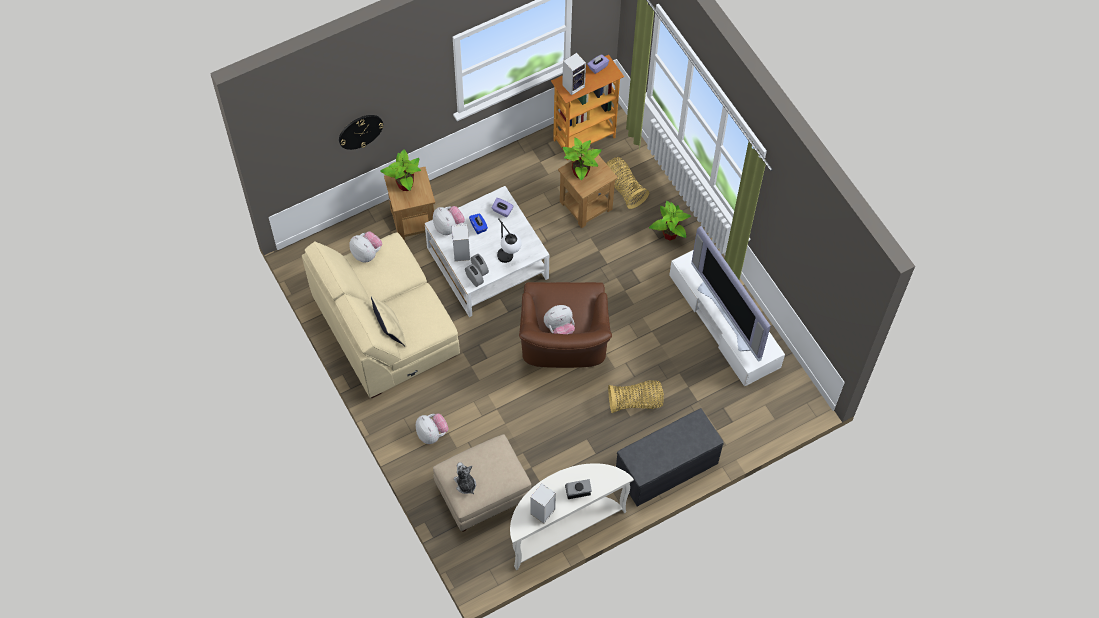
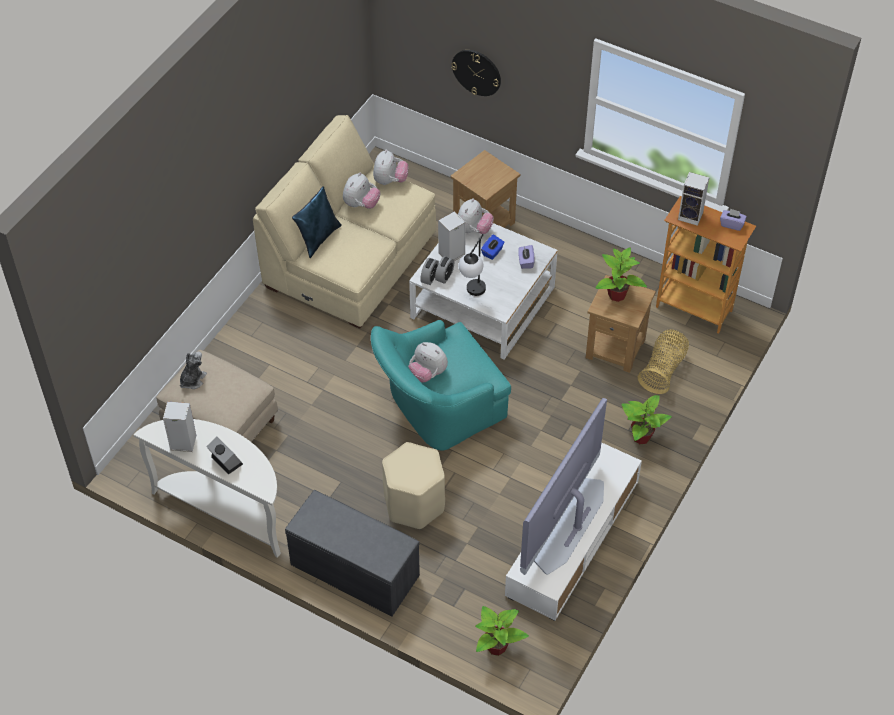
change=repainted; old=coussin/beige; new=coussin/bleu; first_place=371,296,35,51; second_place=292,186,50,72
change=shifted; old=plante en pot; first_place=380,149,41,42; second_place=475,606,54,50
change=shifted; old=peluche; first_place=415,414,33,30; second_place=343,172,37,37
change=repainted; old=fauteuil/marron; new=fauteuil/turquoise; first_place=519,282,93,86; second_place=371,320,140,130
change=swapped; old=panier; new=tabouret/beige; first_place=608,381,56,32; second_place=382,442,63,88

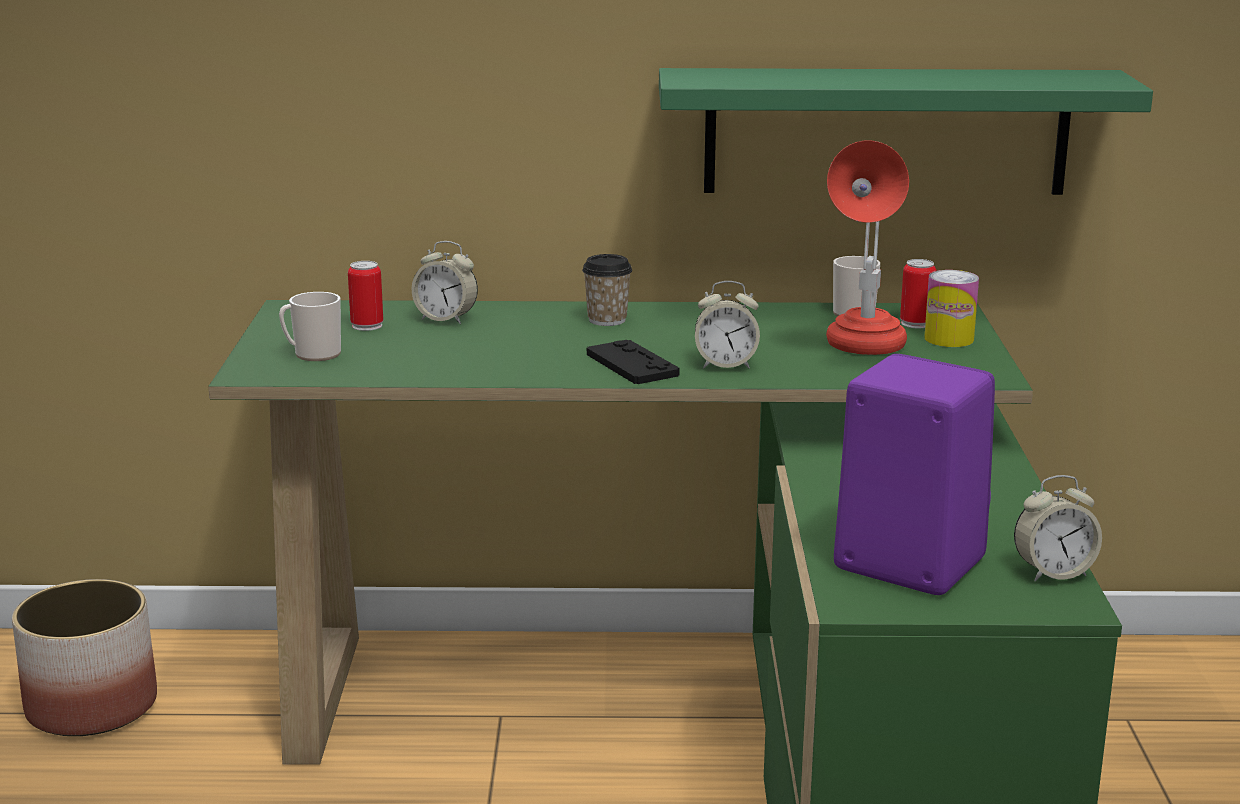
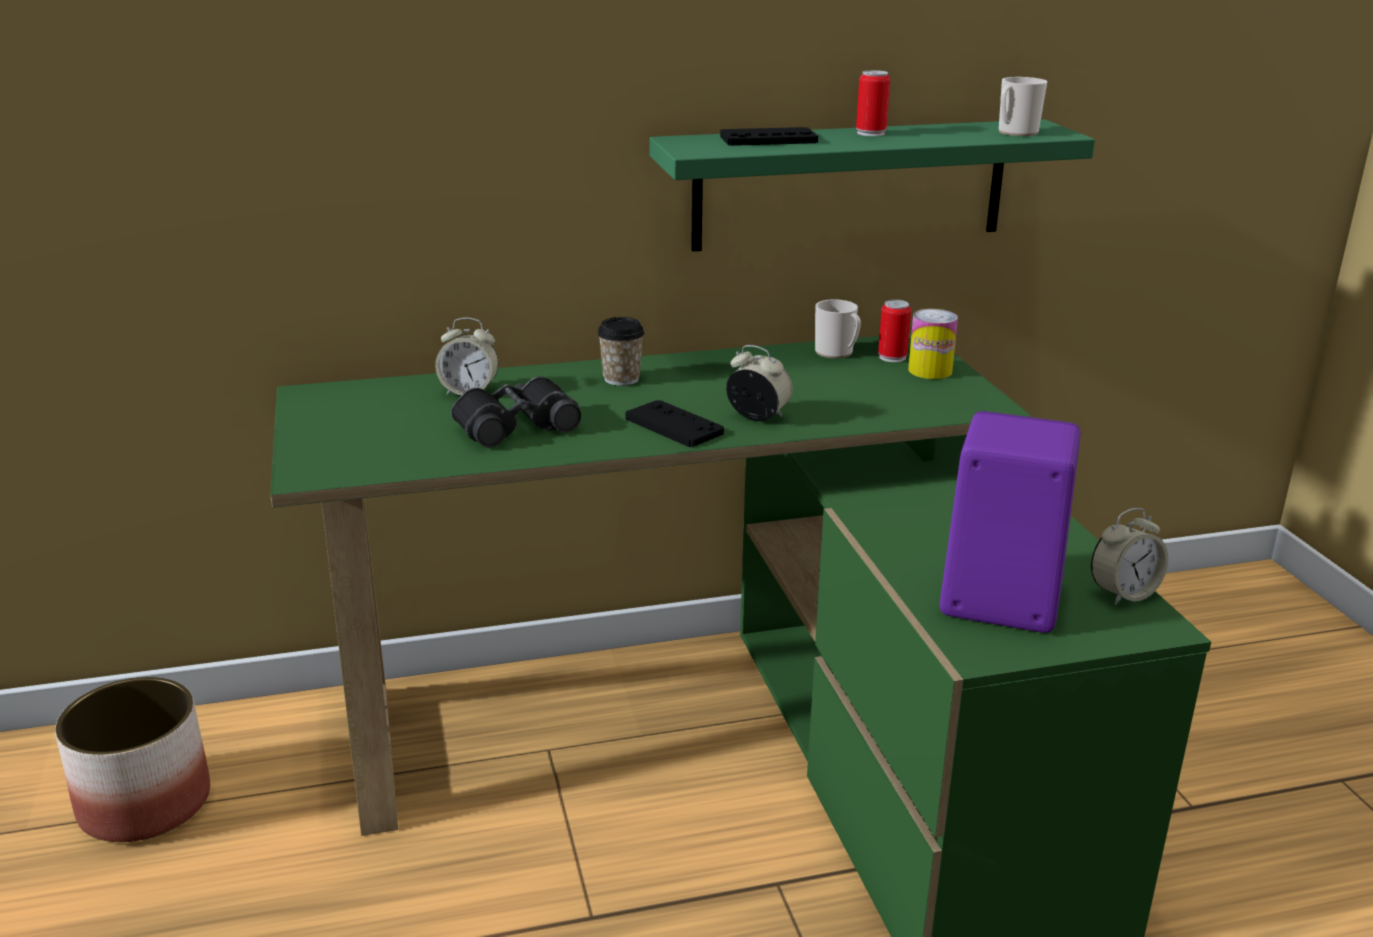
change=shifted; old=mug; first_place=279,292,62,69; second_place=999,77,48,59
change=shifted; old=boîte métallique; first_place=348,261,35,70; second_place=856,70,34,66
change=rotated; old=réveil; first_place=695,281,65,87; second_place=726,345,67,77; degrees=-135
change=gone; old=lampe de table/rouge; first_place=826,140,83,215
change=new; new=jumelles/noir; second_place=451,376,130,72
change=new; new=manette/noir; second_place=720,127,98,19

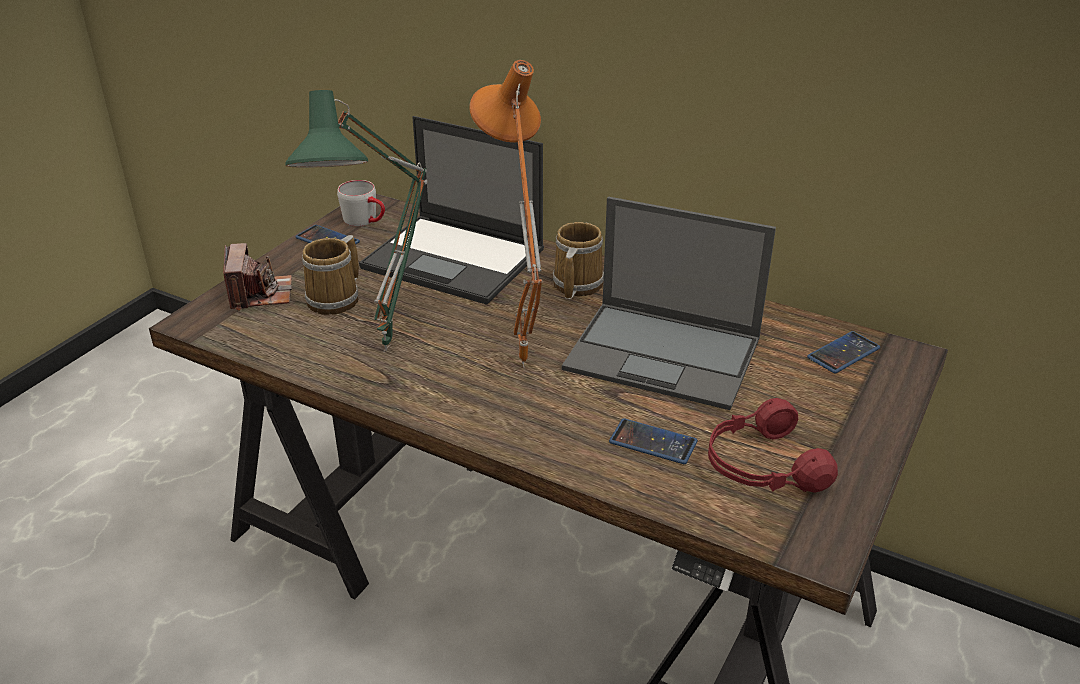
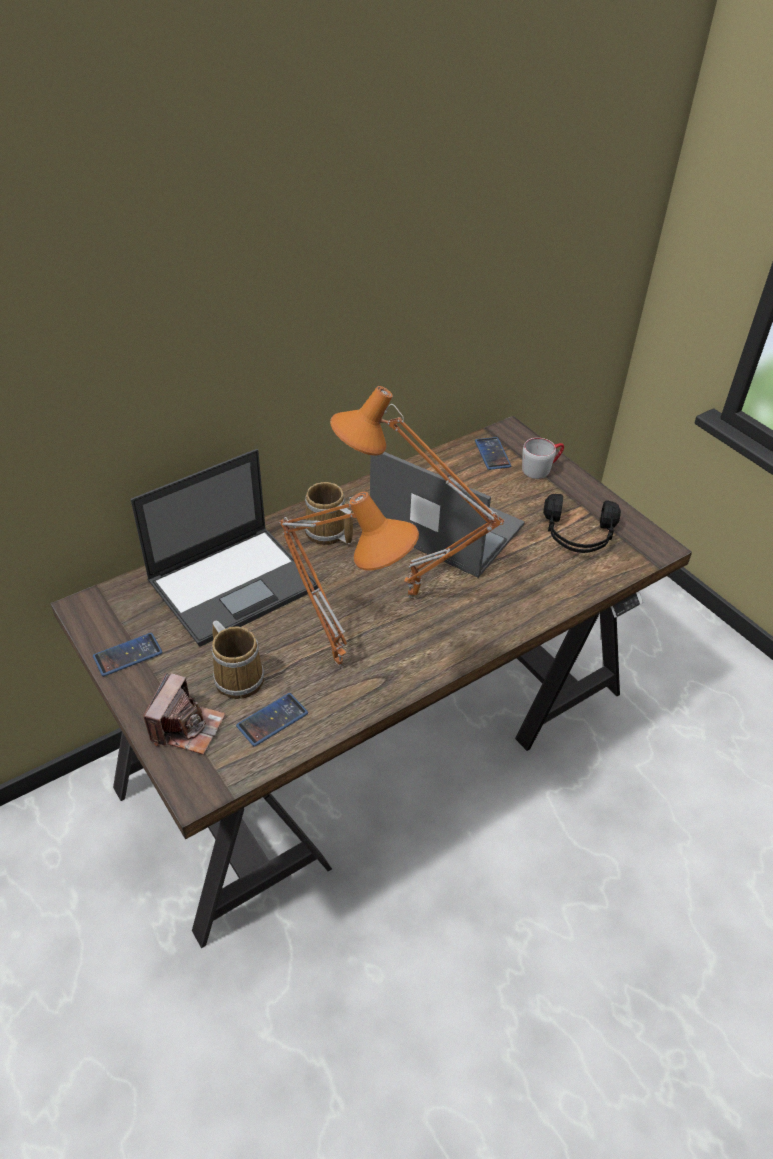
change=rotated; old=appareil photo; first_place=223,243,69,68; second_place=143,673,83,82; degrees=90
change=repainted; old=lampe de table/vert; new=lampe de table/orange; first_place=285,90,143,262; second_place=279,492,140,177
change=shifted; old=mug/gris; first_place=337,180,48,46; second_place=522,438,42,41
change=rotated; old=ordinateur portable; first_place=562,197,214,213; second_place=370,452,155,126; degrees=-105
change=shifted; old=téléphone; first_place=609,418,89,46; second_place=236,693,72,54
change=repainted; old=casque audio/rouge; new=casque audio/noir; first_place=708,398,130,95; second_place=543,494,78,59

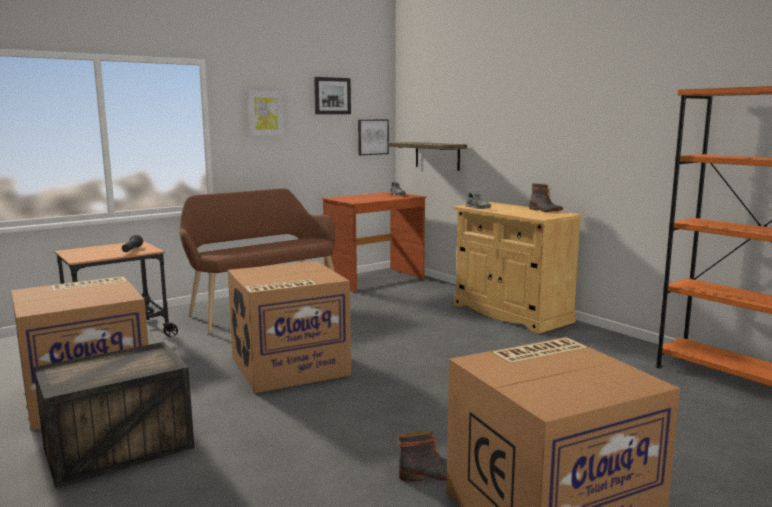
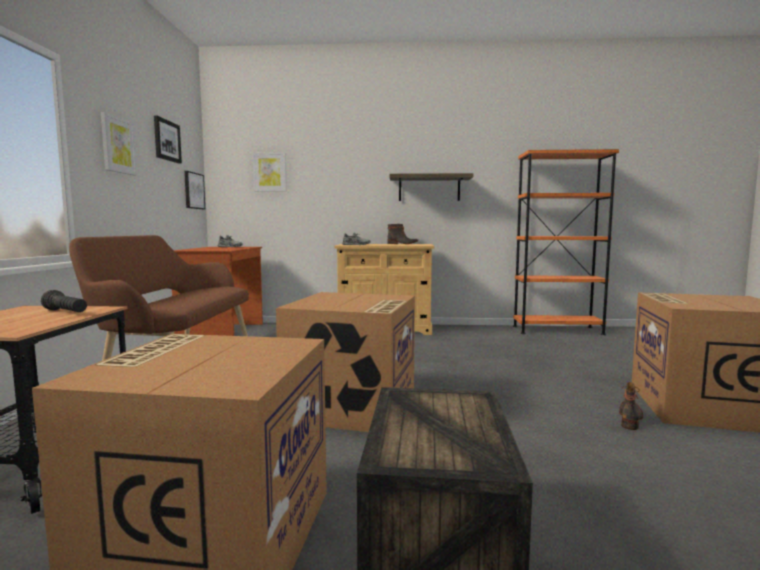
change=shifted; old=étagère; first_place=388,142,79,29; second_place=389,173,84,28
change=new; new=tableau; second_place=253,153,34,38

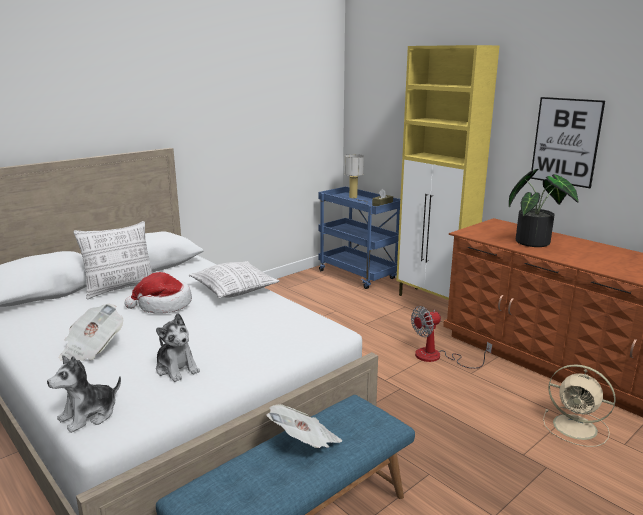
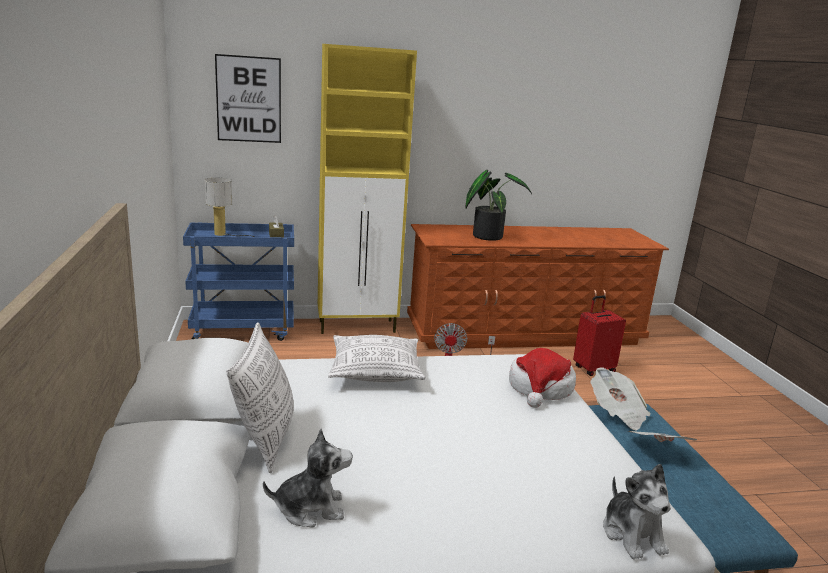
change=shifted; old=journal; first_place=59,304,64,57; second_place=591,367,59,64
change=shifted; old=chapeau; first_place=125,272,67,42; second_place=509,348,67,60
change=shifted; old=peluche; first_place=156,313,44,69; second_place=263,429,90,99
change=shifted; old=tableau; first_place=531,97,74,91; second_place=215,54,66,89
change=swapped; old=ventilateur/beige; new=valise/rouge; first_place=543,364,73,83; second_place=573,295,53,81

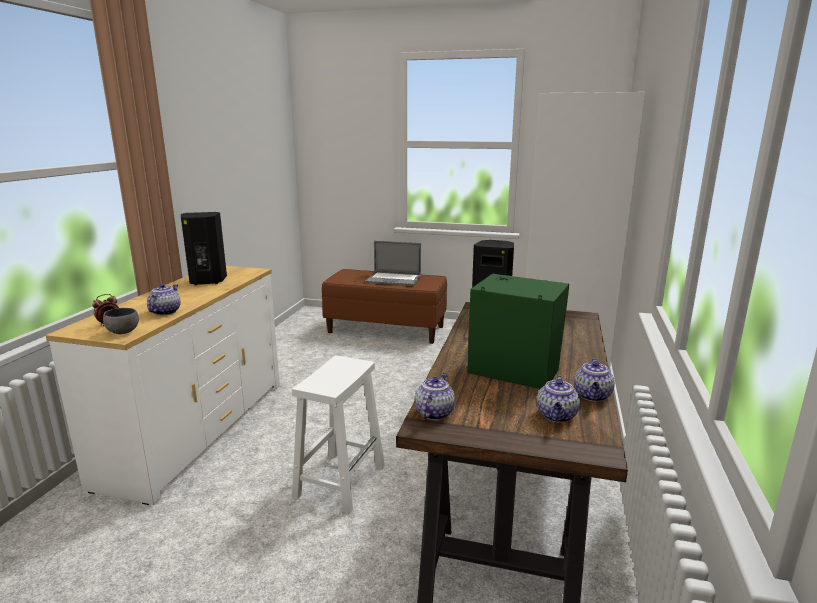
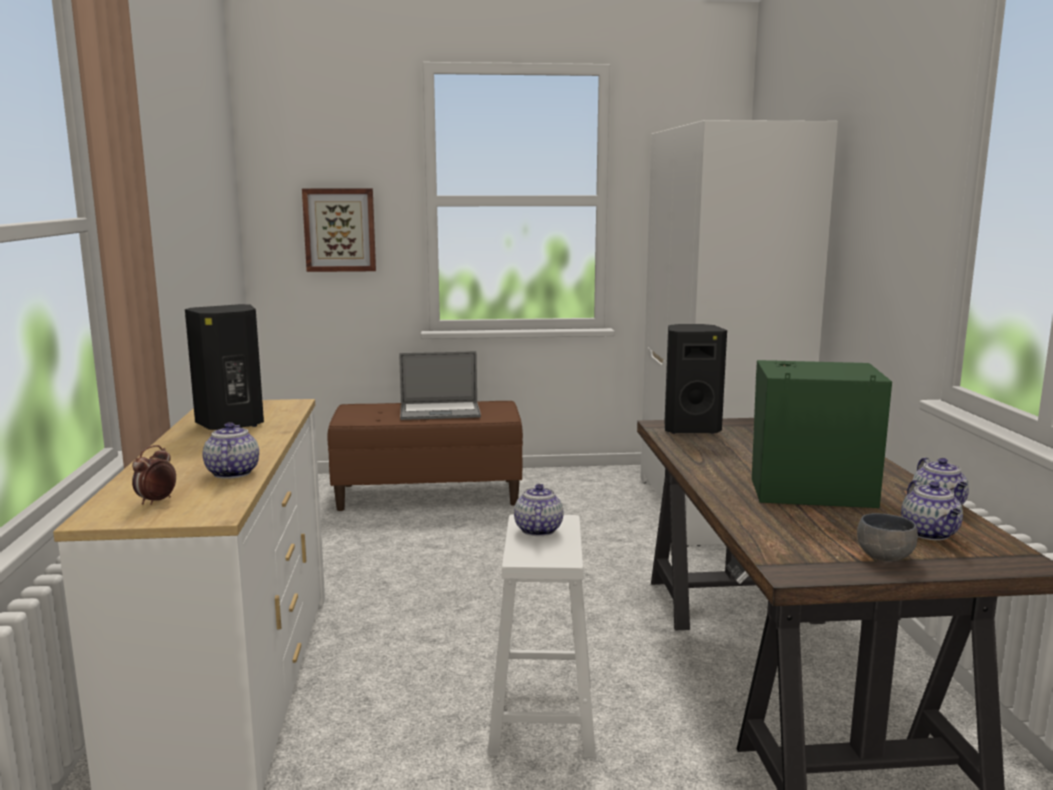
change=shifted; old=bol/gris; first_place=103,308,36,26; second_place=857,513,61,48
change=shifted; old=théière; first_place=414,373,41,47; second_place=514,484,49,52
change=new; new=tableau; second_place=302,188,74,84

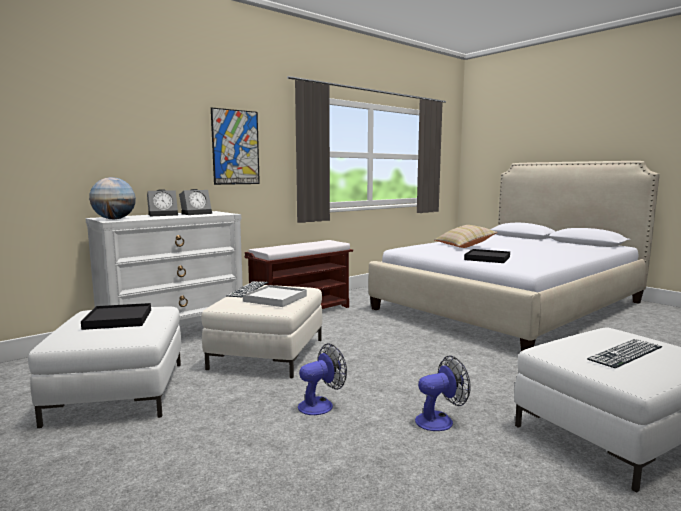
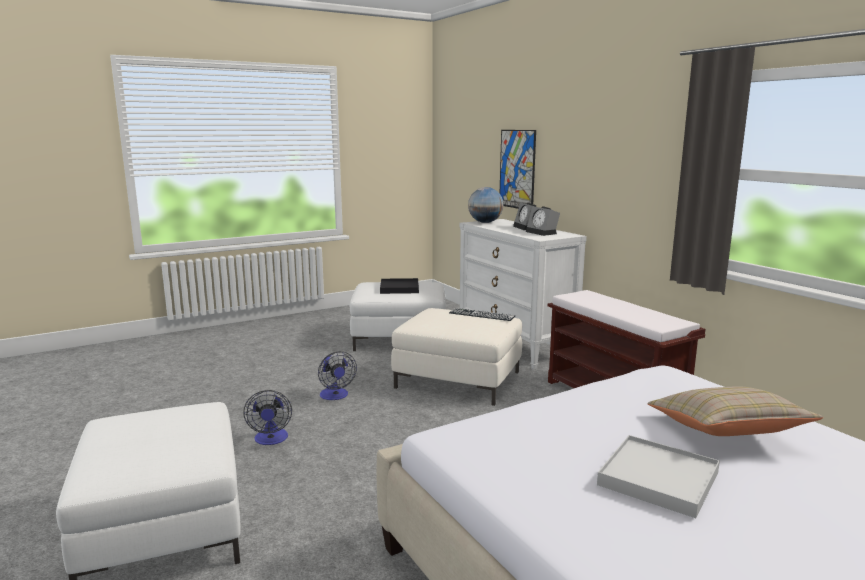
change=shifted; old=tableau; first_place=211,107,49,78; second_place=500,130,36,79
change=shifted; old=plateau/blanc; first_place=243,285,64,22; second_place=597,435,123,83
change=gone; old=plateau/noir; first_place=464,249,46,14
change=gone; old=clavier; first_place=587,339,75,29

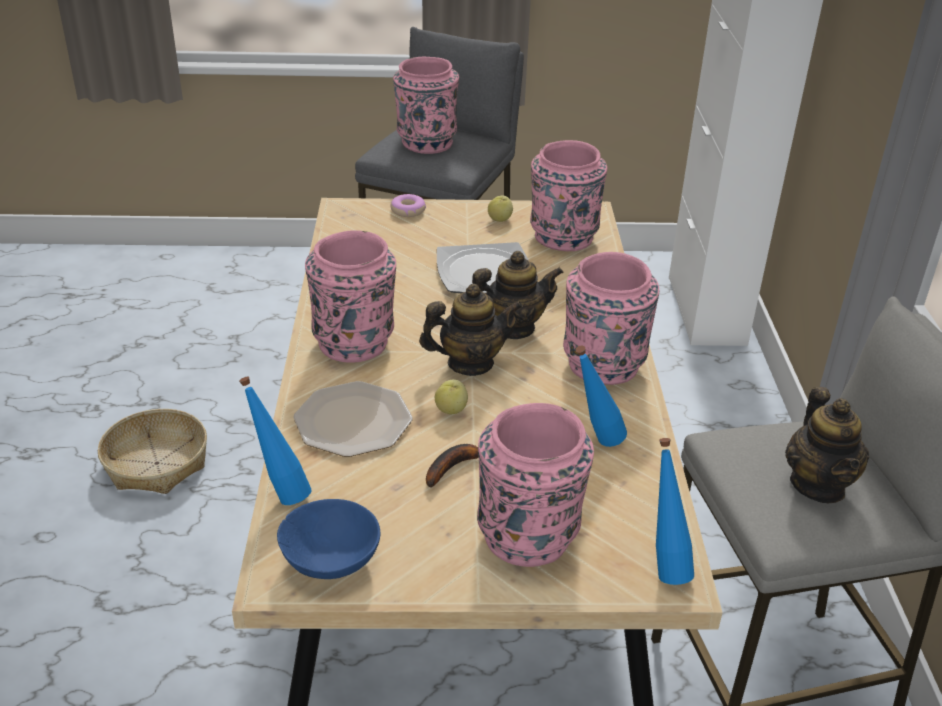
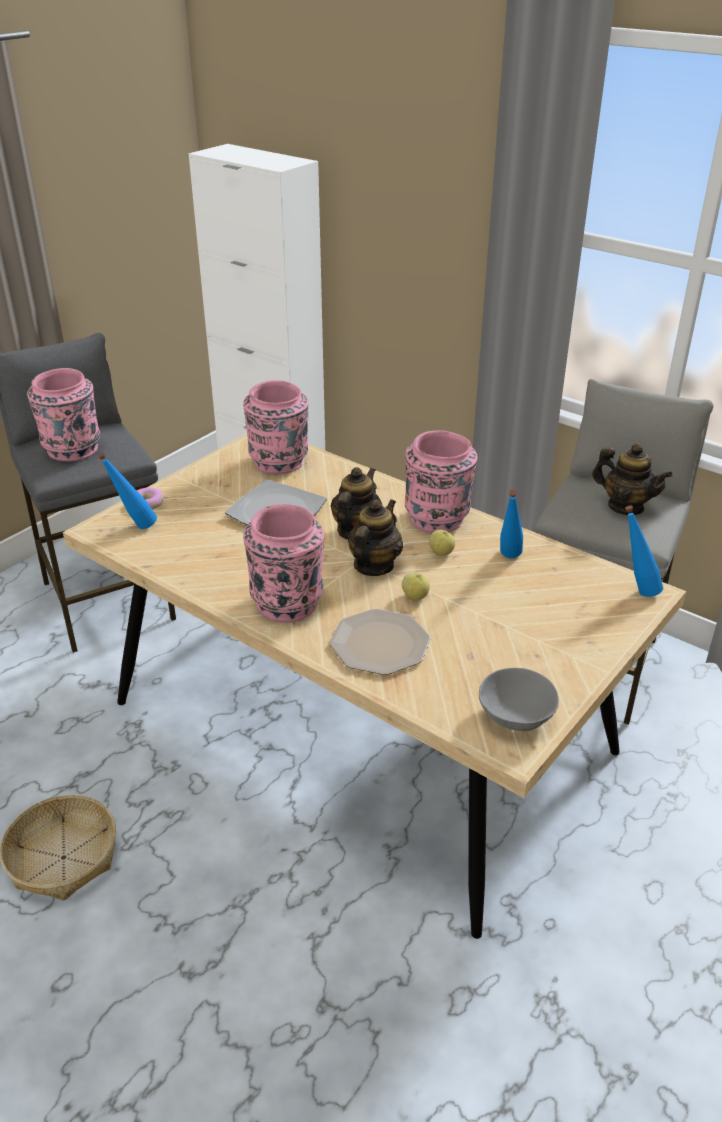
change=shifted; old=bouteille/bleu; first_place=239,377,73,128; second_place=98,453,59,76
change=repainted; old=bol/bleu; new=bol/gris; first_place=277,499,103,80; second_place=479,668,80,63
change=gone; old=banane; first_place=426,444,53,44
change=gone; old=vase/rose; first_place=477,403,117,164
change=shifted; old=pomme; first_place=488,196,25,26; second_place=429,530,26,26

